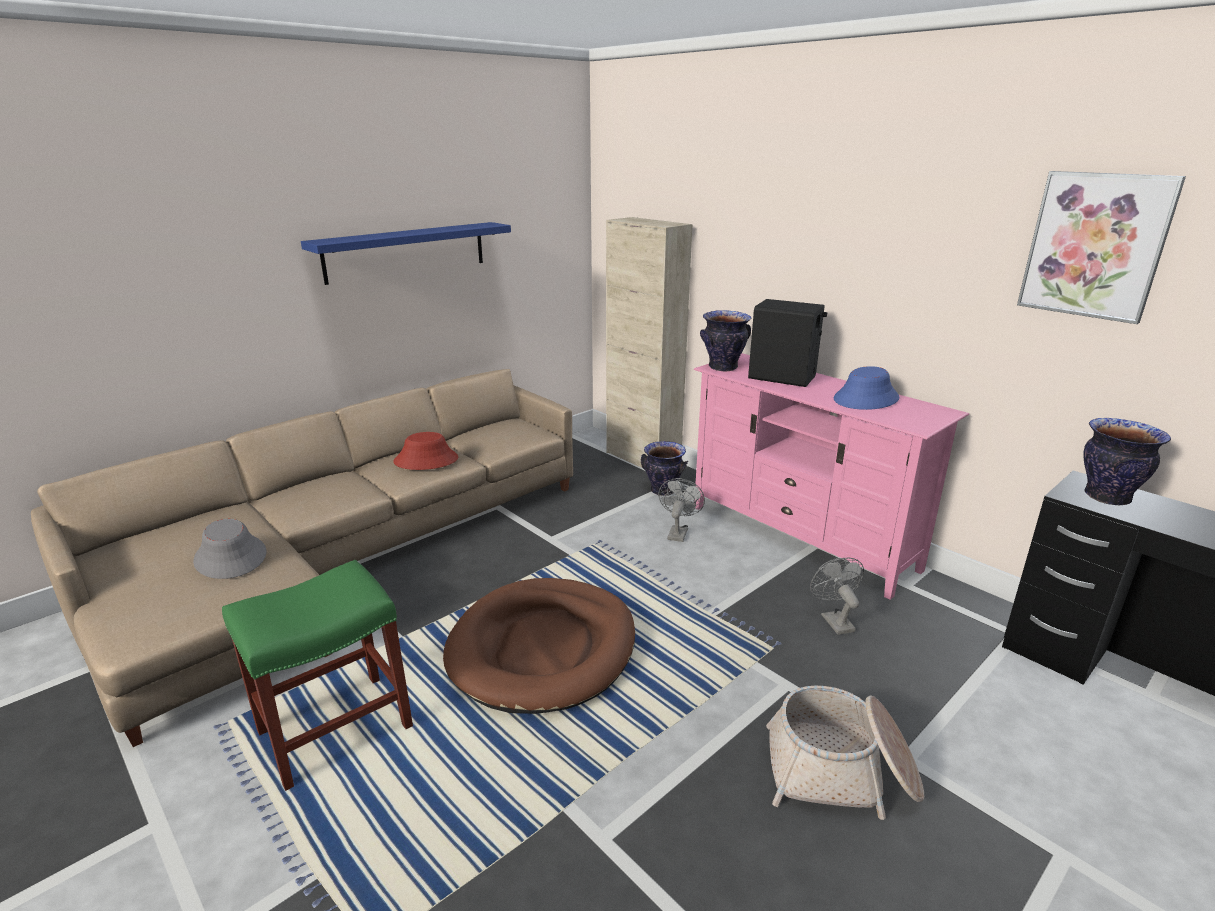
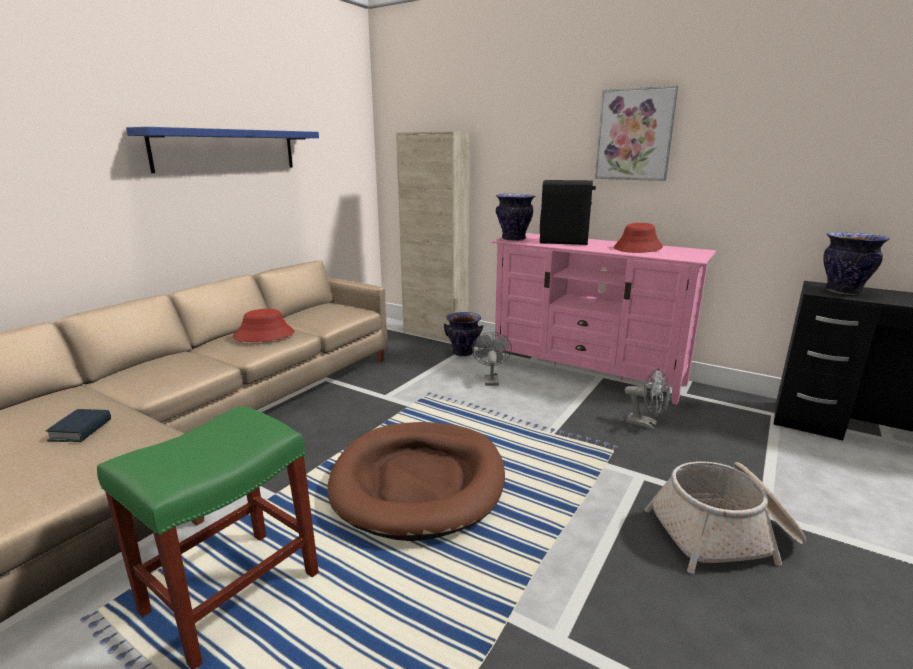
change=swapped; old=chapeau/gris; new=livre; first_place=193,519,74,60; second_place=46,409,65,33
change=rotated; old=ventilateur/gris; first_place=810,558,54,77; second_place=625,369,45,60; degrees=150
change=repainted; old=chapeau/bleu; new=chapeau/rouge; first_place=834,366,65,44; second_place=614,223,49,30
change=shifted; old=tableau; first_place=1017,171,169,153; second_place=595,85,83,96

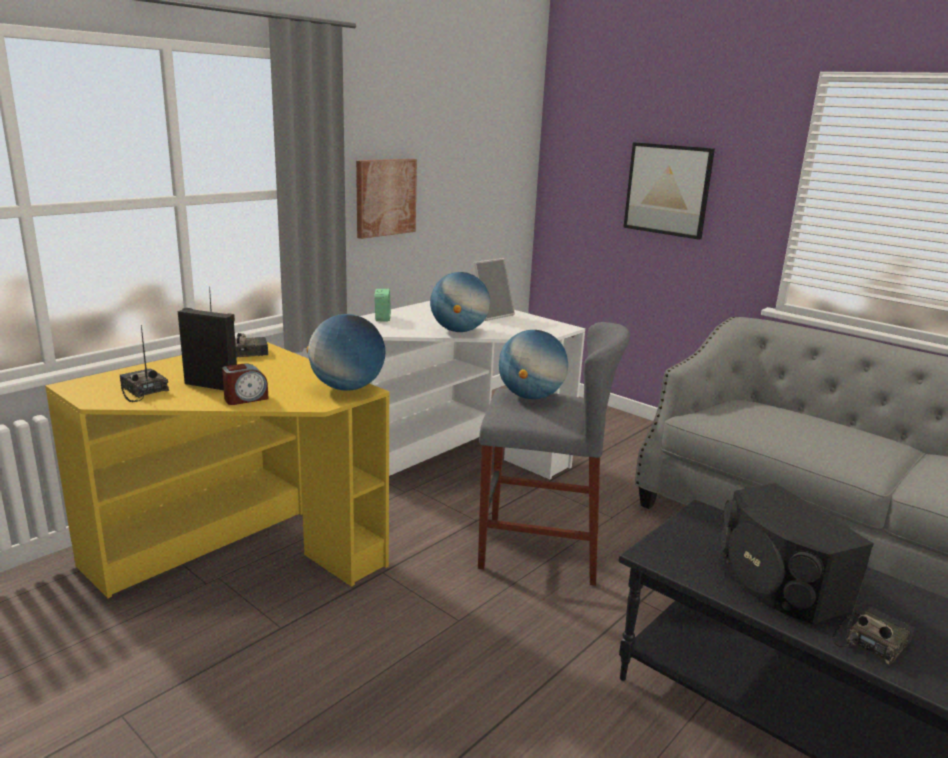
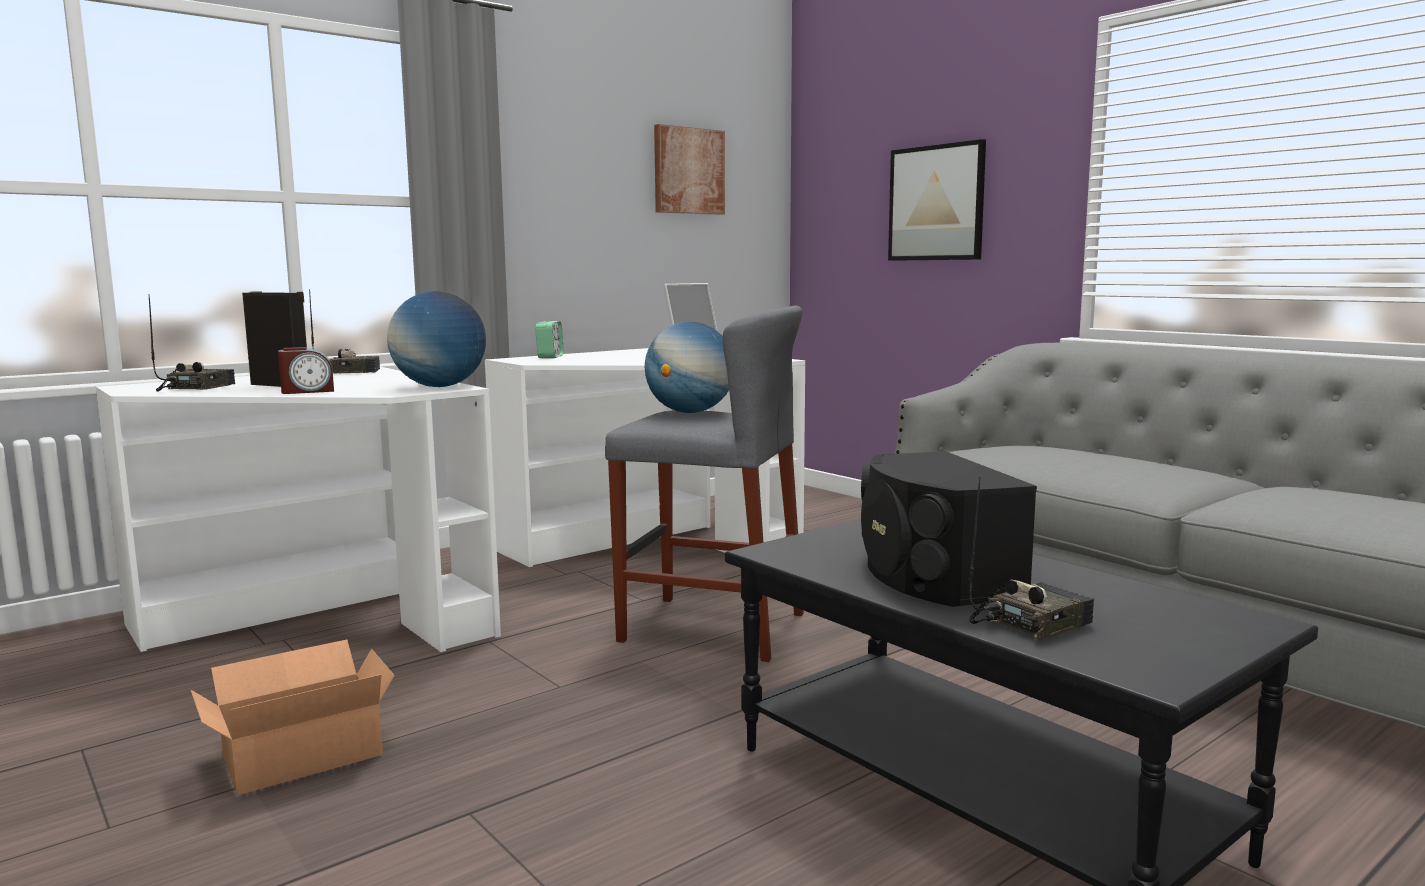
change=repainted; old=bureau/jaune; new=bureau/blanc; first_place=45,342,344,256; second_place=96,367,405,285
change=rotated; old=radio; first_place=120,325,49,77; second_place=149,295,86,96; degrees=45
change=shifted; old=tableau; first_place=356,159,61,80; second_place=654,124,71,91
change=gone; old=globe; first_place=430,272,60,60
change=new; new=carton; second_place=191,640,204,155

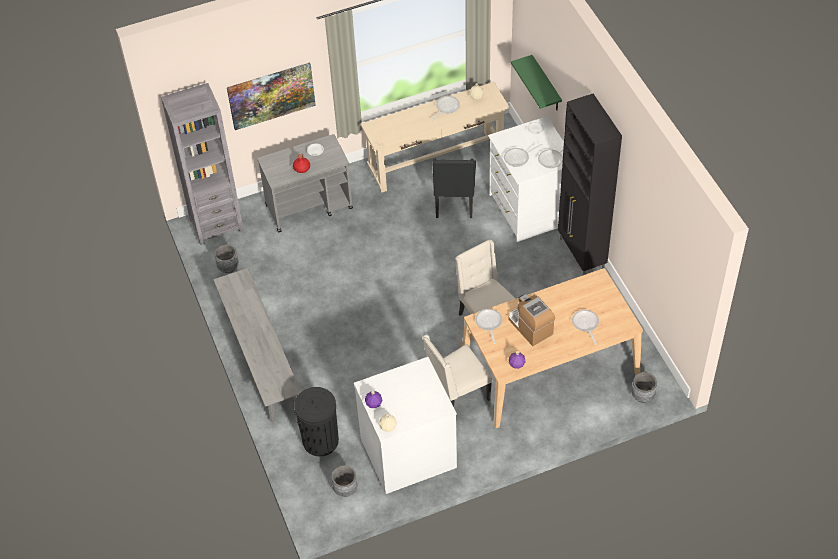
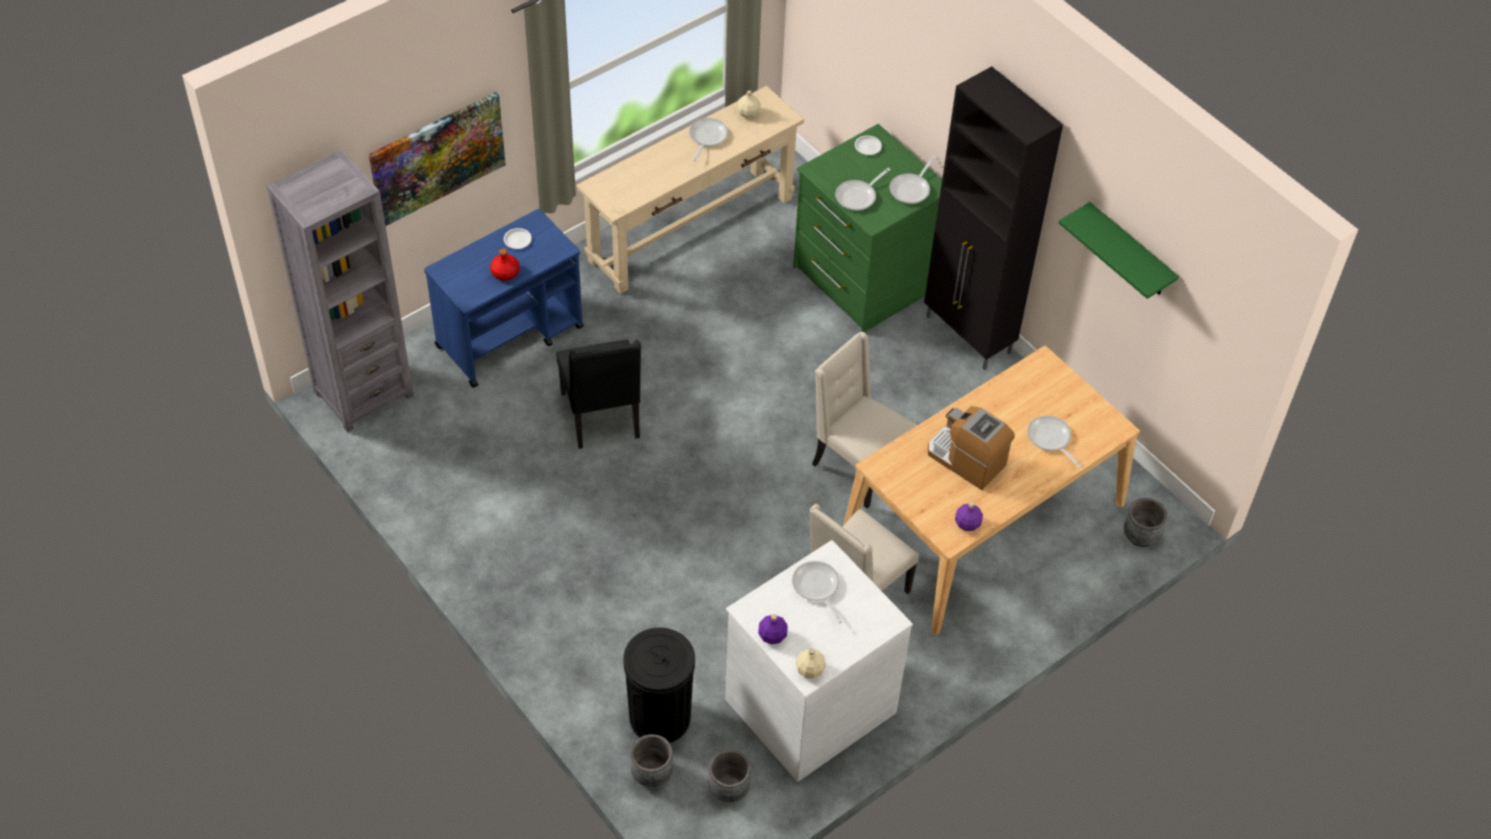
change=gone; old=banc/gris; first_place=213,268,88,155
change=shifted; old=cache-pot/gris; first_place=215,245,24,28; second_place=631,734,42,53
change=repainted; old=chariot/gris; new=chariot/bleu; first_place=257,134,96,99; second_place=424,209,160,179
change=shifted; old=chaise/noir; first_place=432,158,44,60; second_place=556,340,85,109
change=shifted; old=poêle; first_place=475,309,27,35; second_place=792,561,50,63
change=repainted; old=commode/blanc; new=commode/vert; first_place=488,116,76,126; second_place=793,124,149,208
change=shifted; old=étagère/vert; first_place=511,55,51,55; second_place=1059,202,120,97

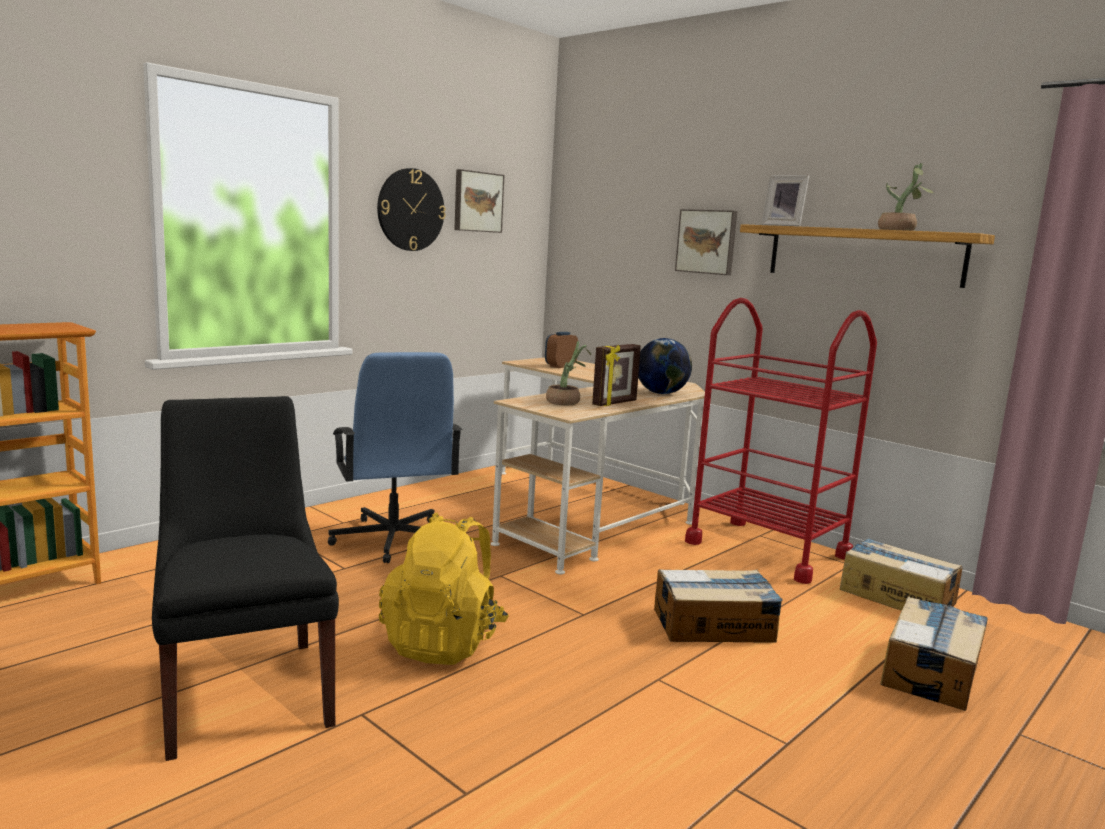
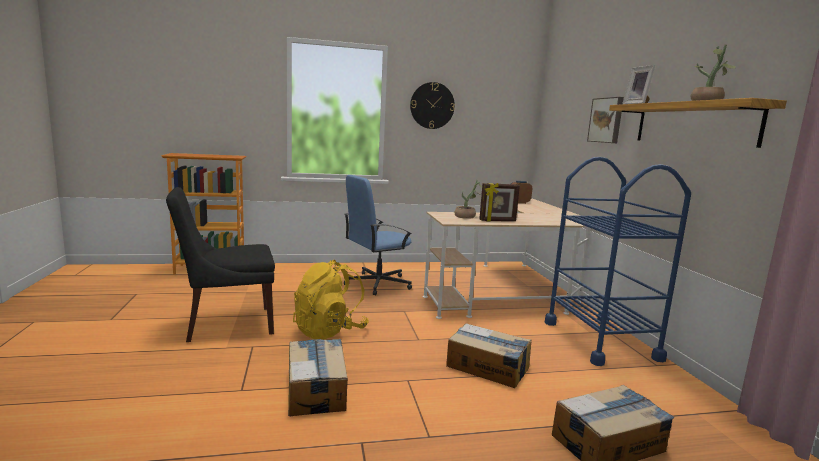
change=rotated; old=chaise/noir; first_place=152,396,187,365; second_place=166,187,109,155; degrees=-120
change=rotated; old=chaise de bureau/bleu; first_place=328,352,134,211; second_place=344,175,68,121; degrees=45
change=gone; old=tableau; first_place=454,169,51,64
change=gone; old=globe; first_place=638,338,54,56
change=repainted; old=chariot/rouge; new=chariot/bleu; first_place=685,298,192,286; second_place=545,157,146,209
change=shifted; old=carton; first_place=840,538,123,73; second_place=288,339,60,77

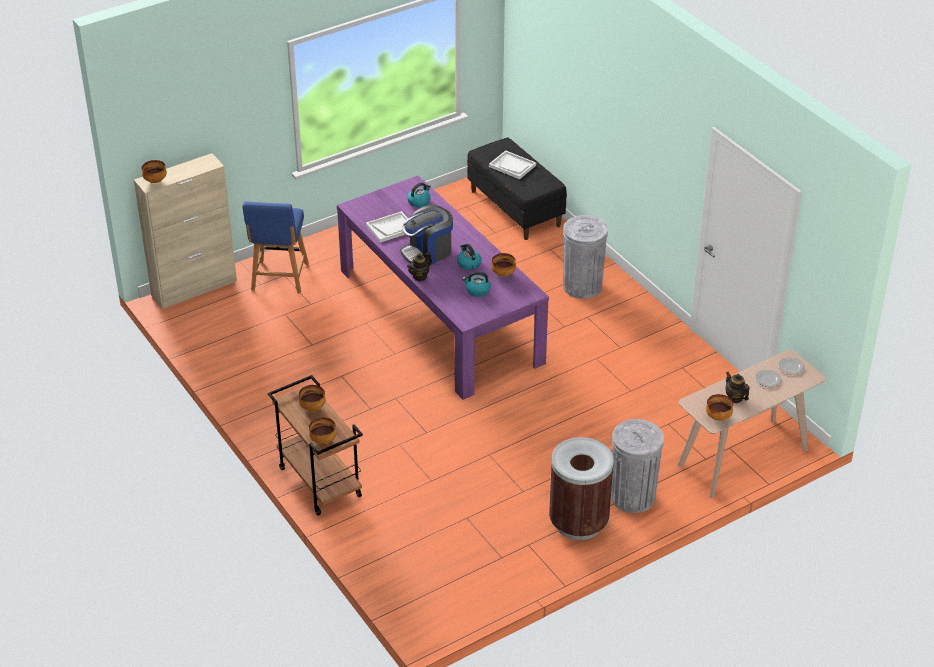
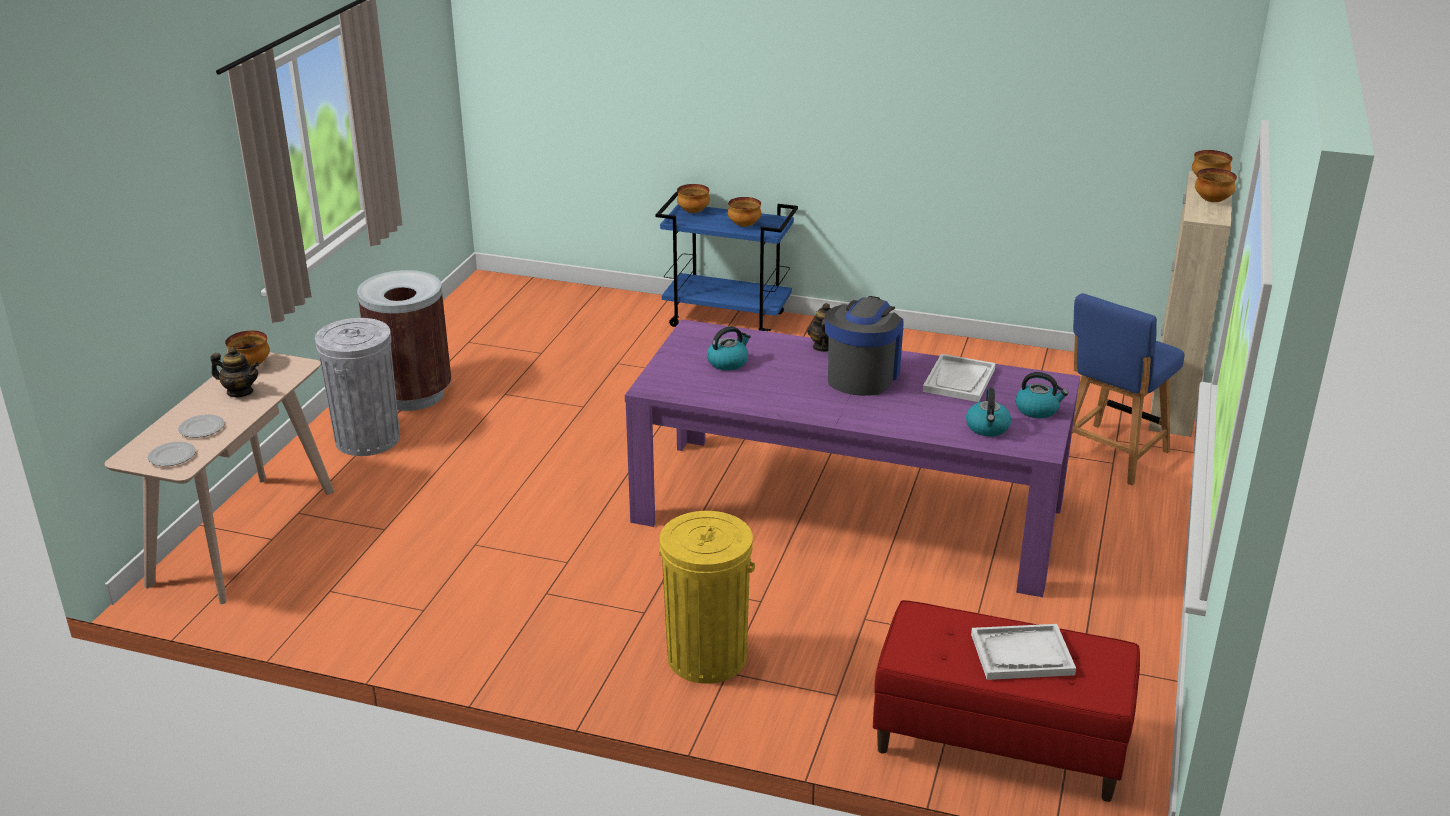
change=rotated; old=chaise/bleu; first_place=242,201,67,93; second_place=1072,293,112,192; degrees=-105
change=repainted; old=chariot/marron; new=chariot/bleu; first_place=268,375,95,141; second_place=656,192,142,139
change=shifted; old=bouilloire; first_place=457,244,24,26; second_place=1016,372,52,46
change=repainted; old=banc/noir; new=banc/rouge; first_place=467,137,100,103; second_place=873,600,267,202
change=shifted; old=bol; first_place=491,253,25,24; second_place=1195,168,42,34
change=repainted; old=poubelle/gris; new=poubelle/jaune; first_place=563,215,45,84; second_place=659,511,96,173

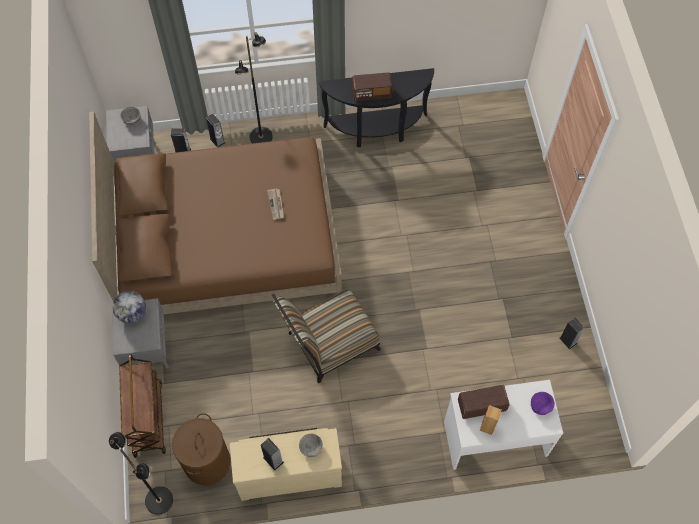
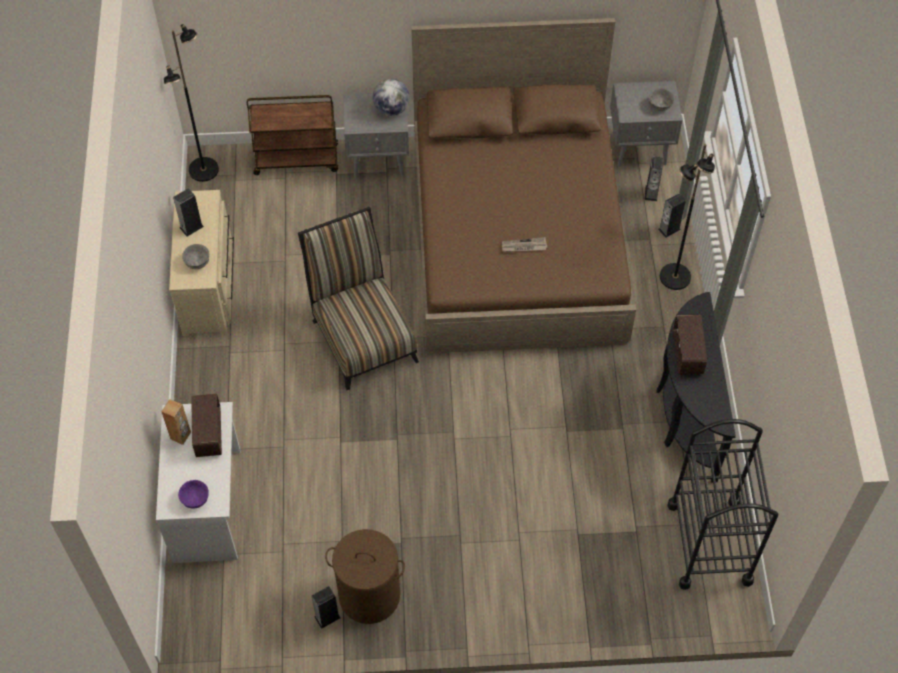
change=shifted; old=panier à linge/marron; first_place=172,413,58,72; second_place=325,529,80,95
change=new; new=chariot/noir; second_place=667,419,111,171

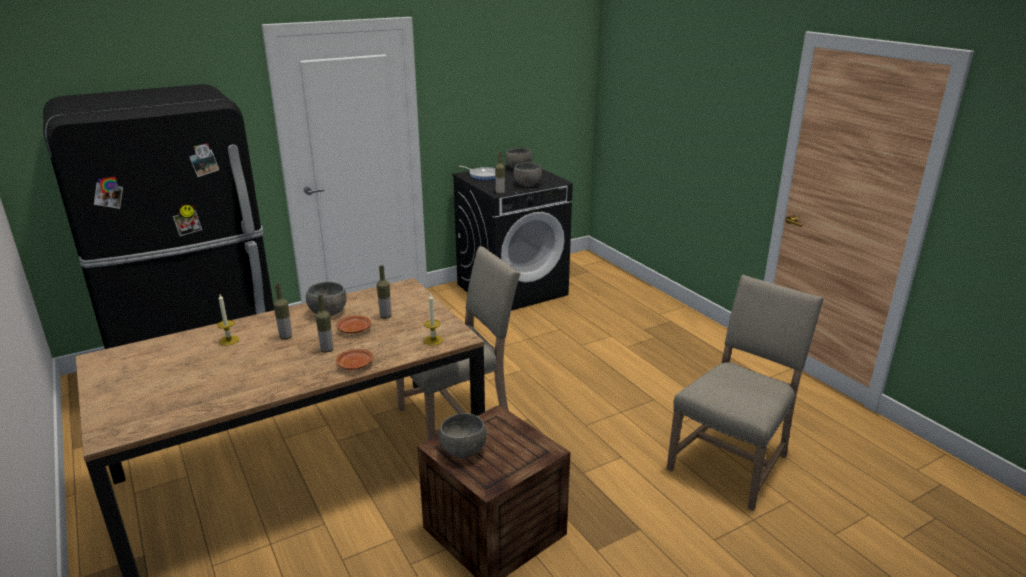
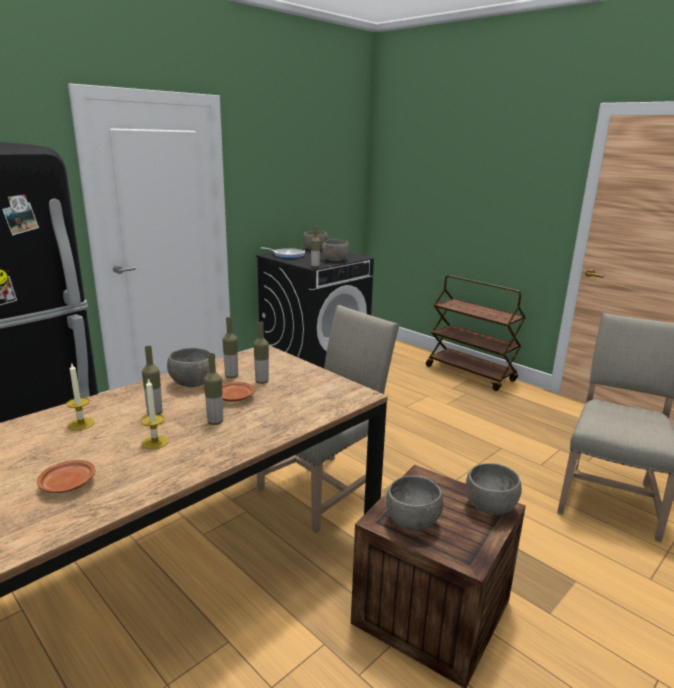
change=shifted; old=assiette/marron; first_place=336,349,37,21; second_place=37,460,58,33
change=shifted; old=bougie; first_place=424,294,19,52; second_place=141,378,28,72
change=new; new=bouteille; second_place=223,317,15,61
change=new; new=chariot/marron; second_place=426,275,100,116
change=new; new=bol/gris; second_place=466,463,56,52

